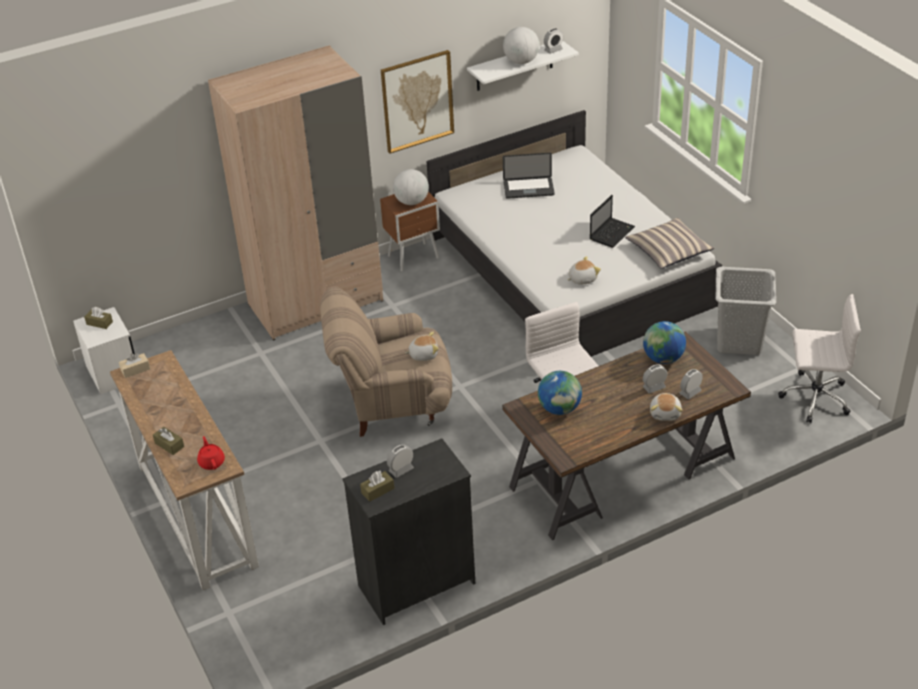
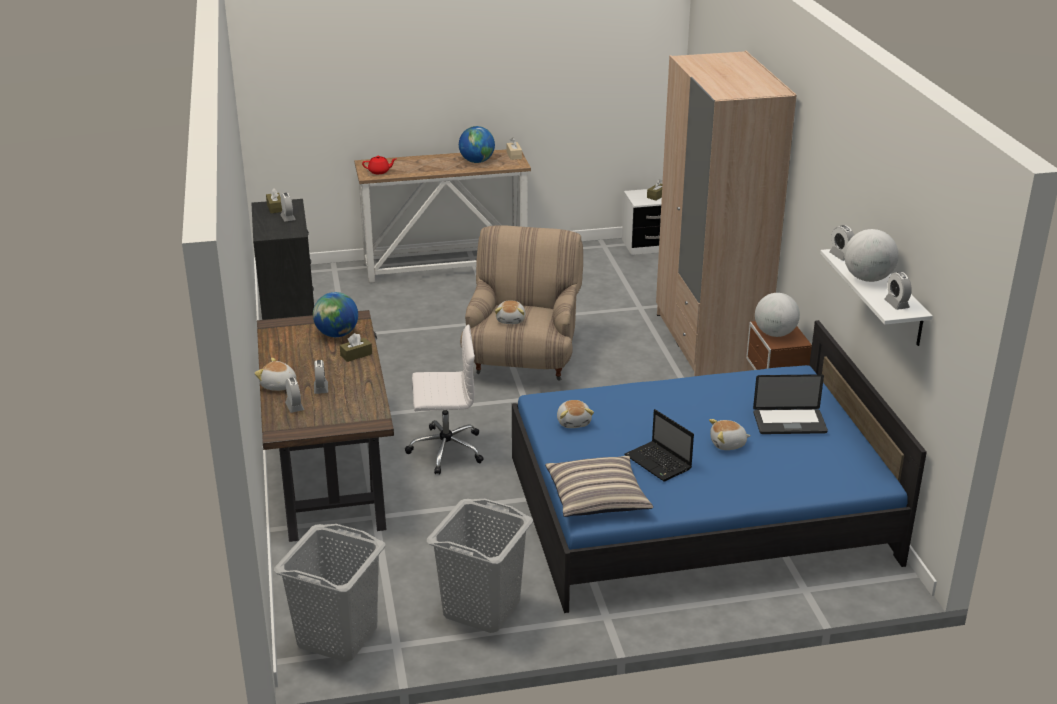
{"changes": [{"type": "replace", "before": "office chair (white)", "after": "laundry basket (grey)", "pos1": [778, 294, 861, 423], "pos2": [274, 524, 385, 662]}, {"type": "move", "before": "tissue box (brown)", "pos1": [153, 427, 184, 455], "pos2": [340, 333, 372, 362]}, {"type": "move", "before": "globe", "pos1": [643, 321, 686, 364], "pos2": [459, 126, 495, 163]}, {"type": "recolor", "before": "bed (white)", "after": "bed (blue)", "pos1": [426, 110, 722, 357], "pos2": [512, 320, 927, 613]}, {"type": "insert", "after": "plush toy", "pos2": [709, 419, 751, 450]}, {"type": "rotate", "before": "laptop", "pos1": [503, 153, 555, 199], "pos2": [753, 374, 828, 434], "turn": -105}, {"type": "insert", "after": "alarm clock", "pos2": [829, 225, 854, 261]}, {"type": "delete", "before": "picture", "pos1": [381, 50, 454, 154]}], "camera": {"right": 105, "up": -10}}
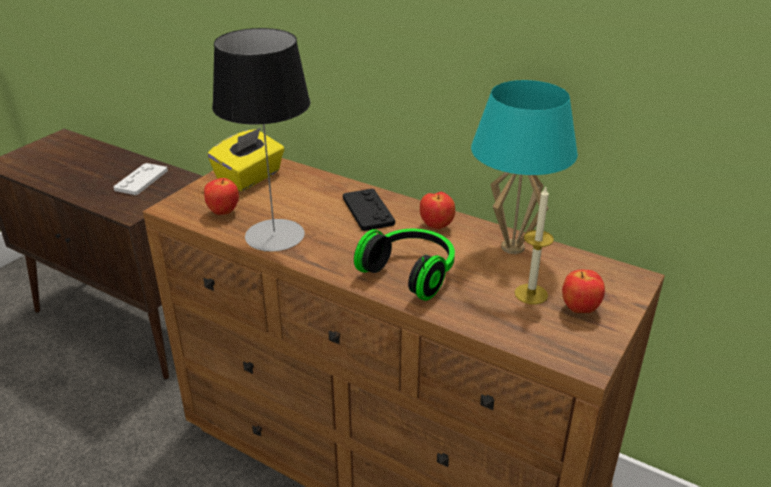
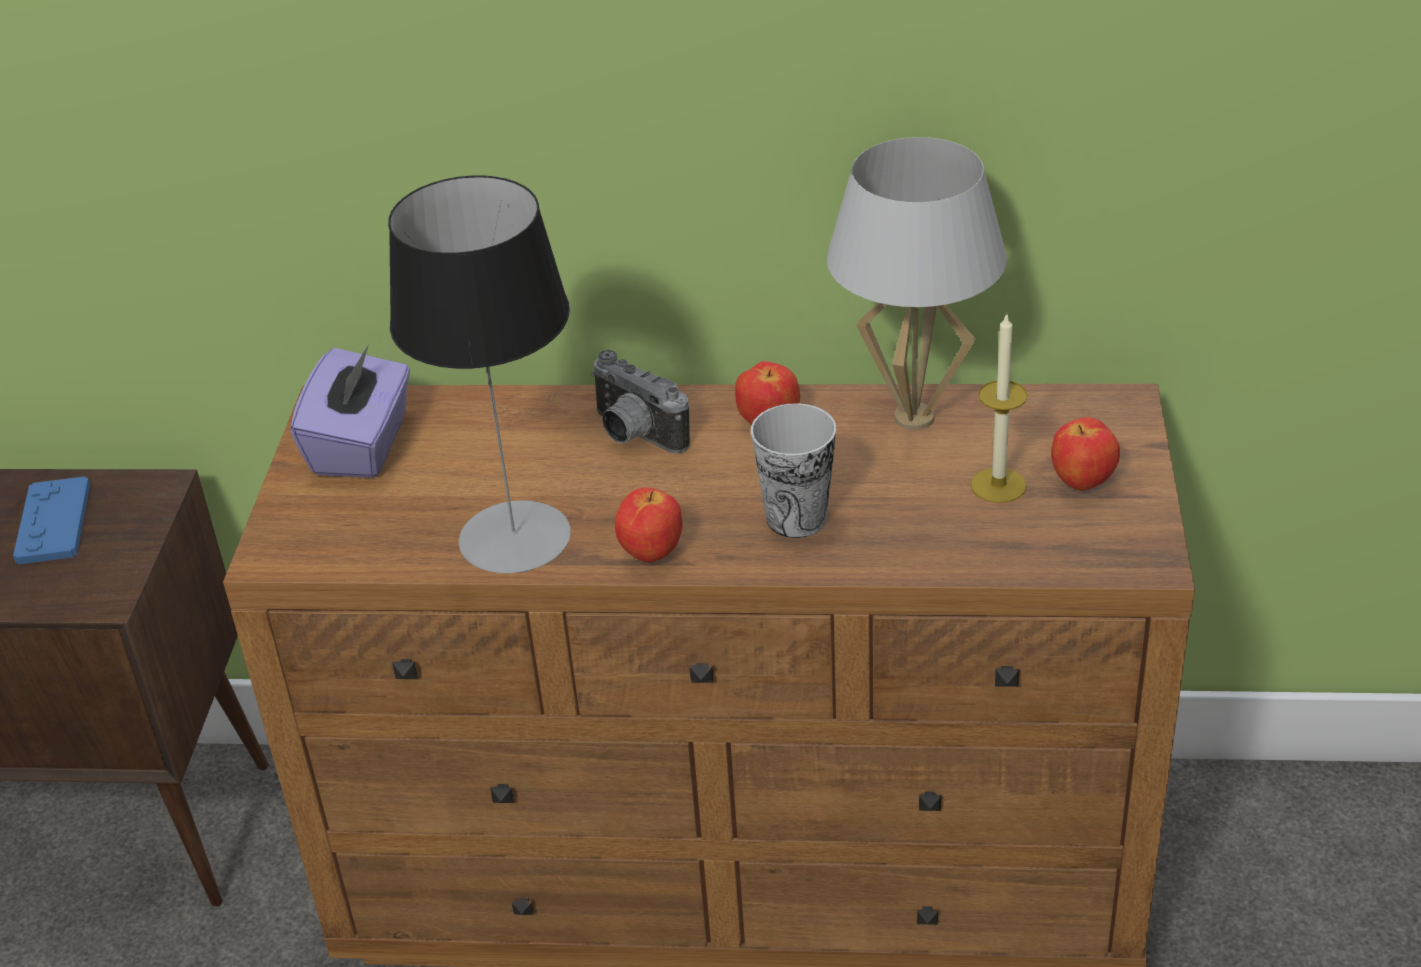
{"changes": [{"type": "recolor", "before": "game controller (white)", "after": "game controller (blue)", "pos1": [113, 163, 168, 195], "pos2": [13, 476, 90, 564]}, {"type": "recolor", "before": "tissue box (yellow)", "after": "tissue box (purple)", "pos1": [207, 127, 285, 191], "pos2": [290, 346, 410, 478]}, {"type": "replace", "before": "game controller (black)", "after": "photo camera", "pos1": [343, 189, 395, 231], "pos2": [591, 350, 690, 454]}, {"type": "move", "before": "apple", "pos1": [204, 178, 239, 215], "pos2": [615, 487, 682, 563]}, {"type": "replace", "before": "headphones", "after": "cup", "pos1": [354, 229, 455, 301], "pos2": [751, 403, 836, 538]}, {"type": "recolor", "before": "table lamp (turquoise)", "after": "table lamp (white)", "pos1": [471, 80, 578, 254], "pos2": [827, 137, 1007, 430]}], "camera": {"right": -25, "up": 5}}
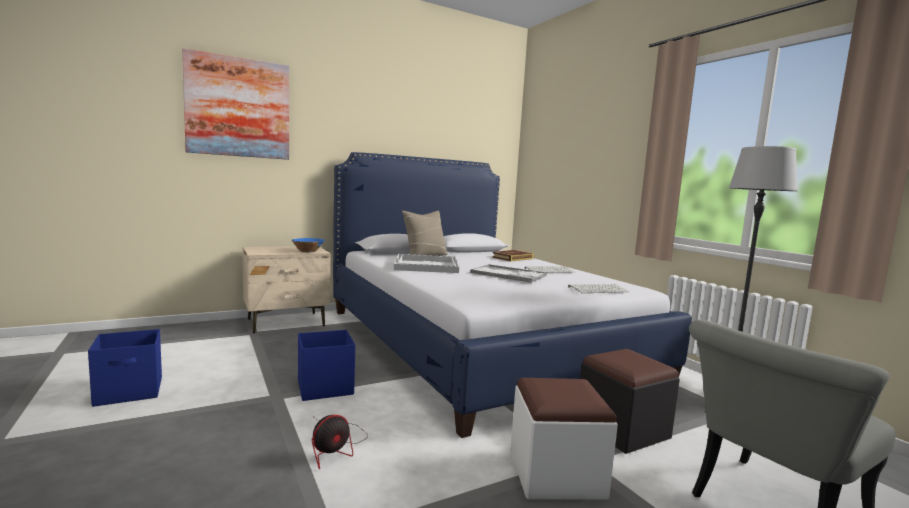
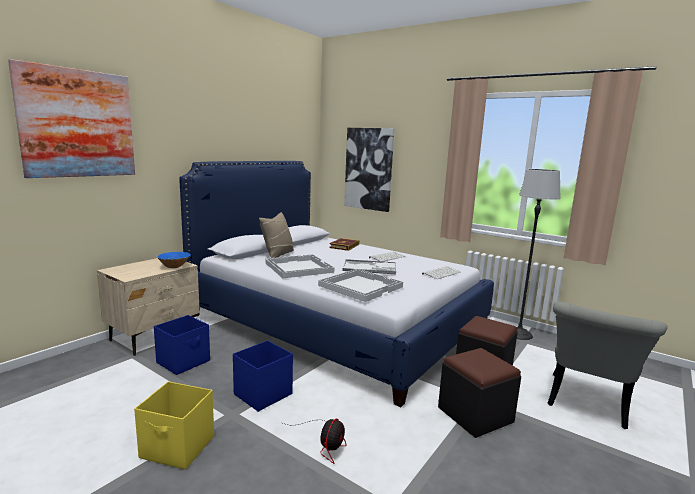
{"changes": [{"type": "insert", "after": "storage box (yellow)", "pos2": [134, 381, 214, 469]}, {"type": "move", "before": "storage box (blue)", "pos1": [88, 329, 162, 407], "pos2": [154, 315, 210, 375]}, {"type": "insert", "after": "tray (white)", "pos2": [318, 269, 403, 302]}, {"type": "insert", "after": "picture", "pos2": [344, 128, 394, 212]}, {"type": "recolor", "before": "ottoman (white)", "after": "ottoman (black)", "pos1": [510, 378, 618, 500], "pos2": [438, 348, 521, 438]}], "camera": {"right": -25, "up": 5}}
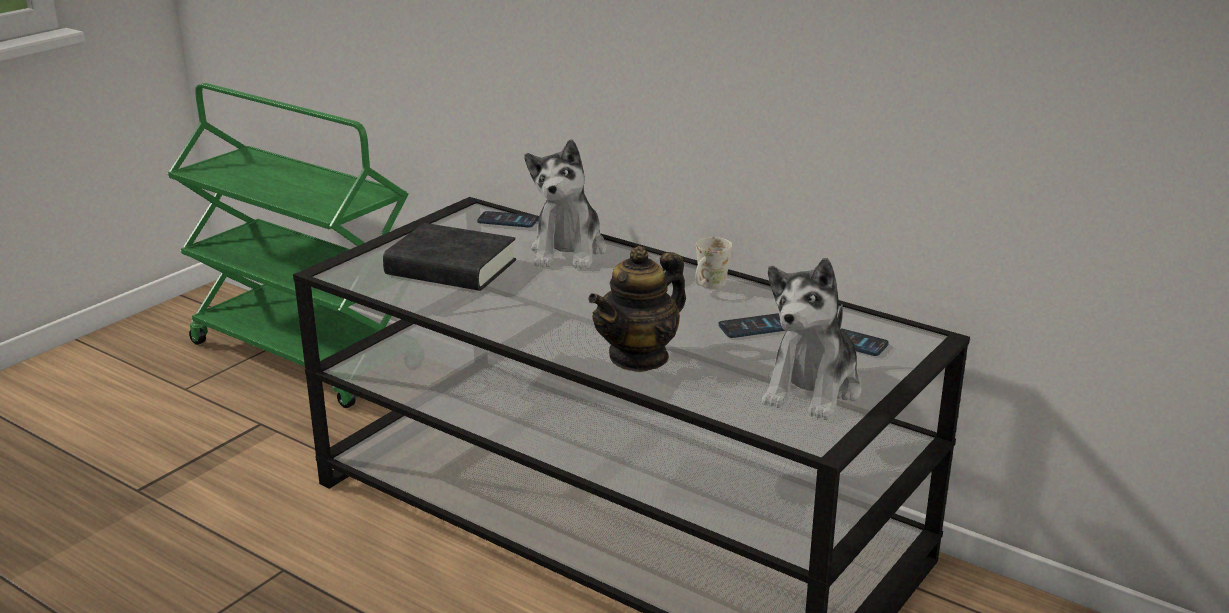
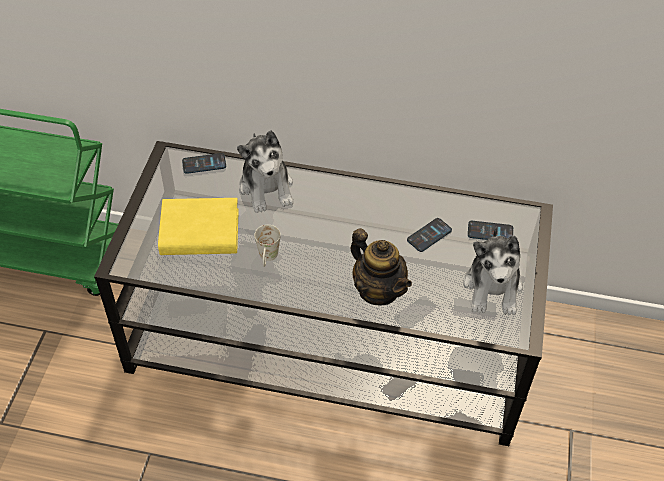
{"changes": [{"type": "recolor", "before": "book (black)", "after": "book (yellow)", "pos1": [383, 223, 516, 291], "pos2": [158, 198, 239, 255]}, {"type": "move", "before": "mug (white)", "pos1": [695, 237, 732, 289], "pos2": [254, 225, 281, 267]}, {"type": "rotate", "before": "teapot", "pos1": [588, 246, 686, 372], "pos2": [351, 228, 412, 306], "turn": -60}], "camera": {"right": -25, "up": 25}}
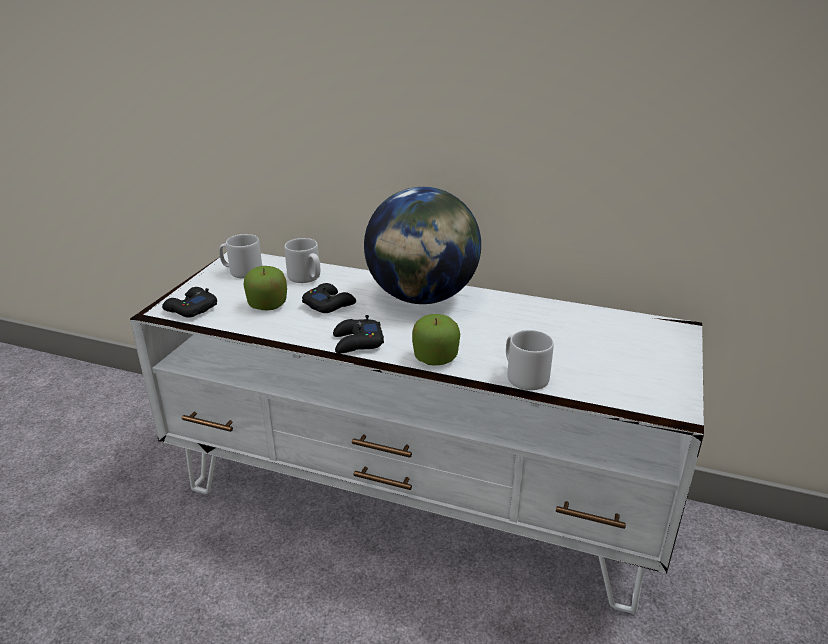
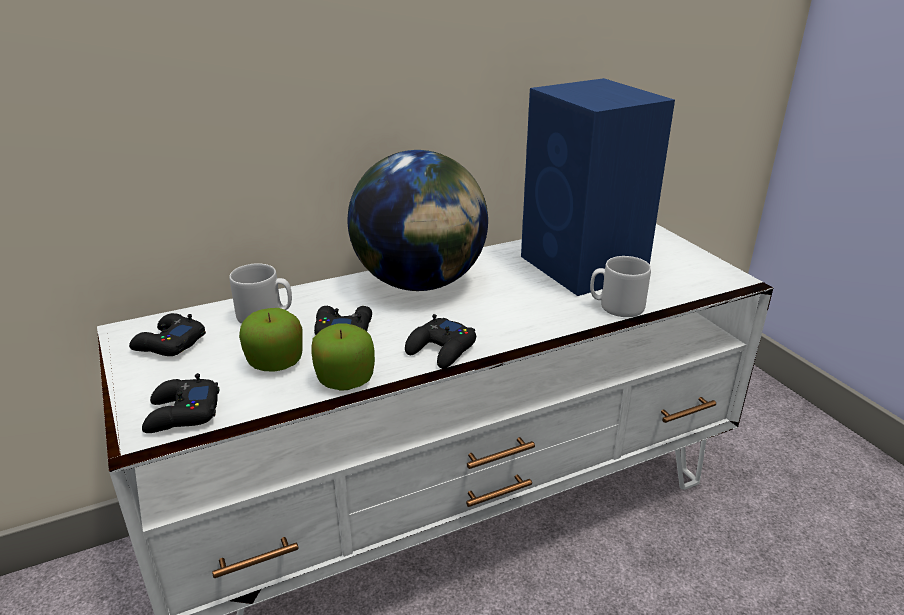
{"changes": [{"type": "replace", "before": "mug (grey)", "after": "game controller (black)", "pos1": [219, 234, 262, 279], "pos2": [129, 313, 206, 356]}, {"type": "move", "before": "apple", "pos1": [412, 314, 460, 366], "pos2": [311, 324, 375, 391]}, {"type": "insert", "after": "speaker (blue)", "pos2": [521, 78, 675, 296]}], "camera": {"right": -45, "up": 0}}
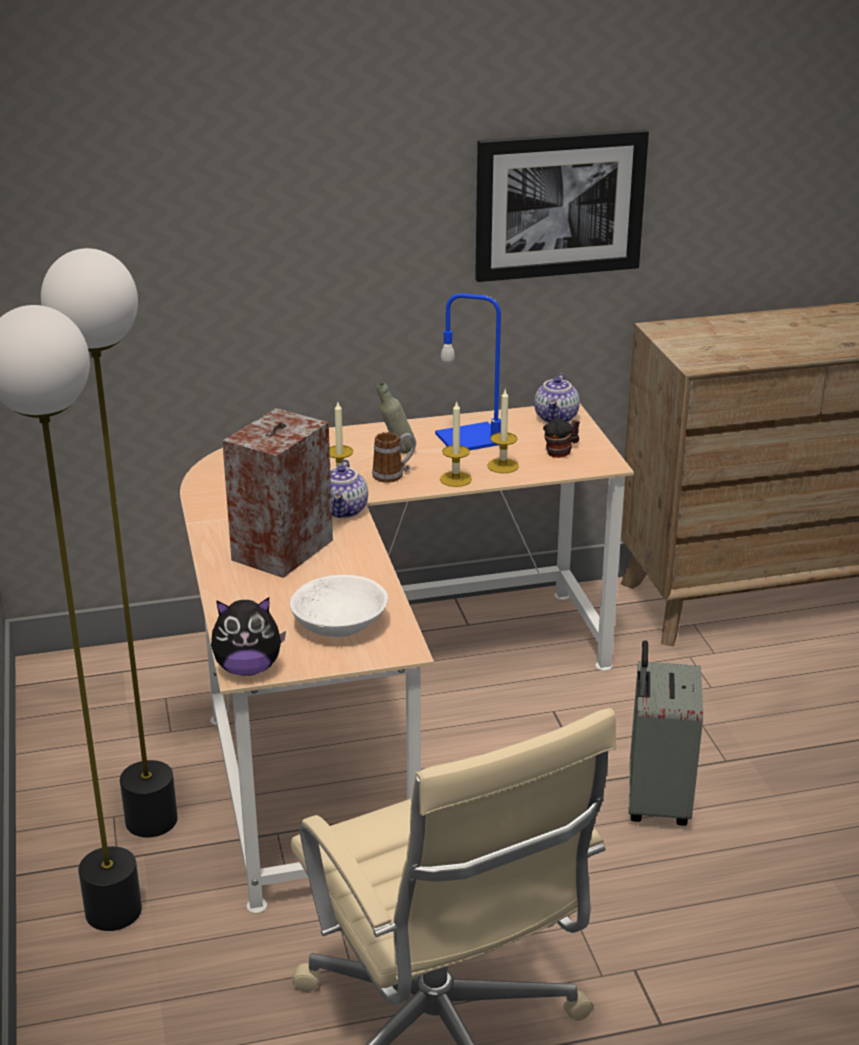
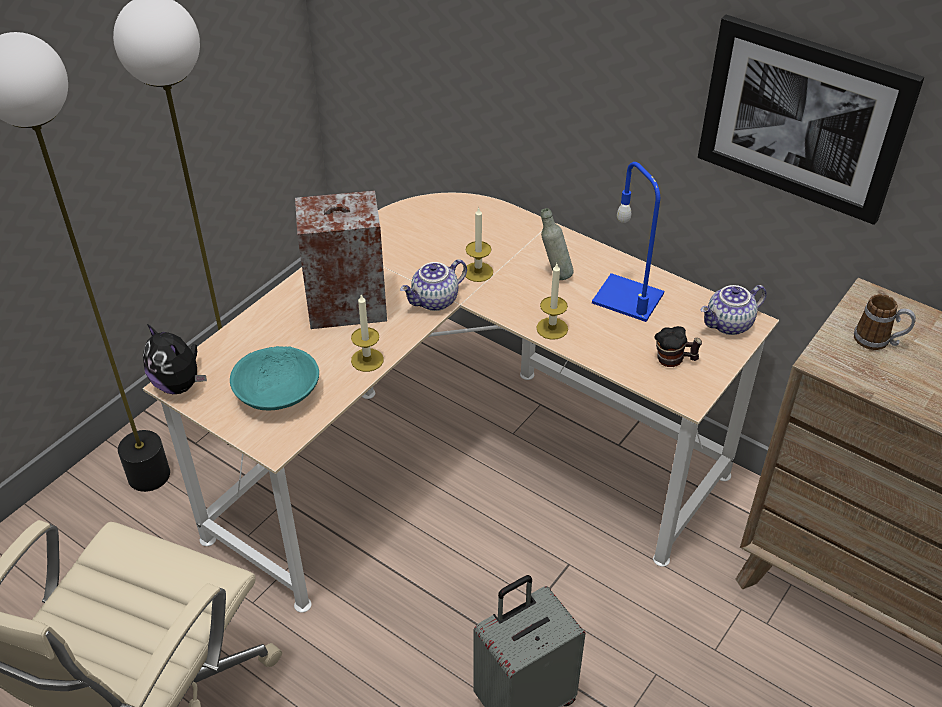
{"changes": [{"type": "recolor", "before": "bowl (white)", "after": "bowl (turquoise)", "pos1": [289, 575, 388, 637], "pos2": [230, 346, 319, 410]}, {"type": "move", "before": "candle", "pos1": [487, 390, 519, 473], "pos2": [351, 294, 384, 372]}, {"type": "move", "before": "mug", "pos1": [372, 432, 416, 483], "pos2": [854, 294, 916, 350]}], "camera": {"right": 50, "up": 15}}
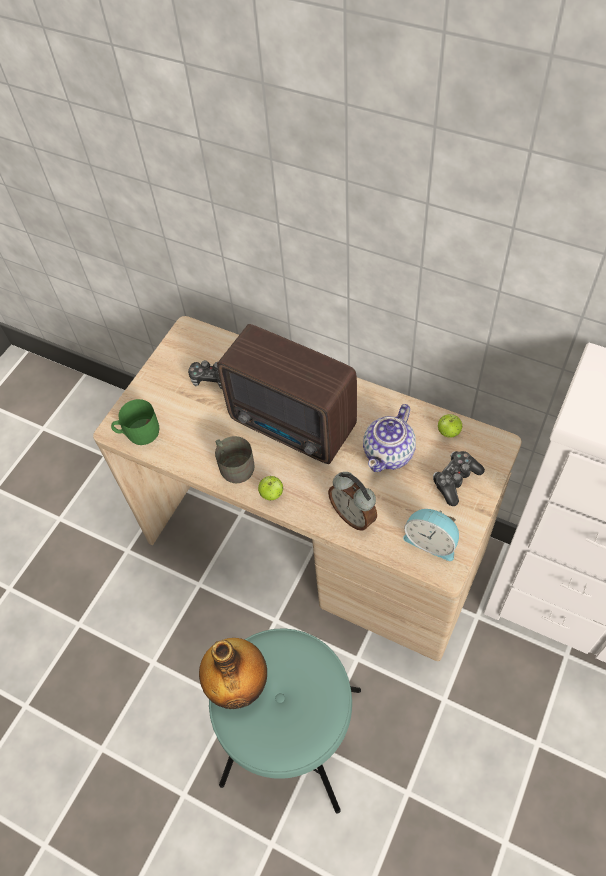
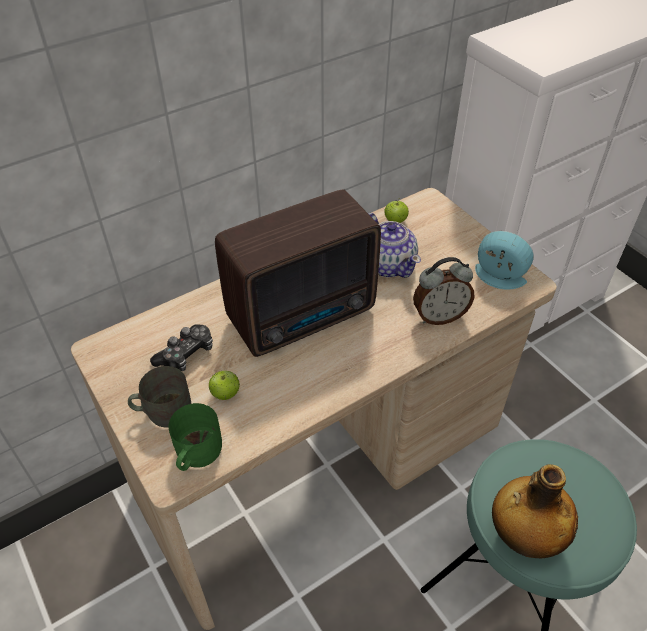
{"changes": [{"type": "move", "before": "mug (grey)", "pos1": [215, 436, 254, 483], "pos2": [128, 366, 191, 428]}, {"type": "move", "before": "apple", "pos1": [258, 476, 283, 500], "pos2": [209, 370, 240, 400]}, {"type": "rotate", "before": "alarm clock", "pos1": [403, 509, 459, 561], "pos2": [475, 231, 534, 290], "turn": -120}, {"type": "delete", "before": "game controller", "pos1": [433, 451, 485, 506]}], "camera": {"right": -65, "up": -10}}
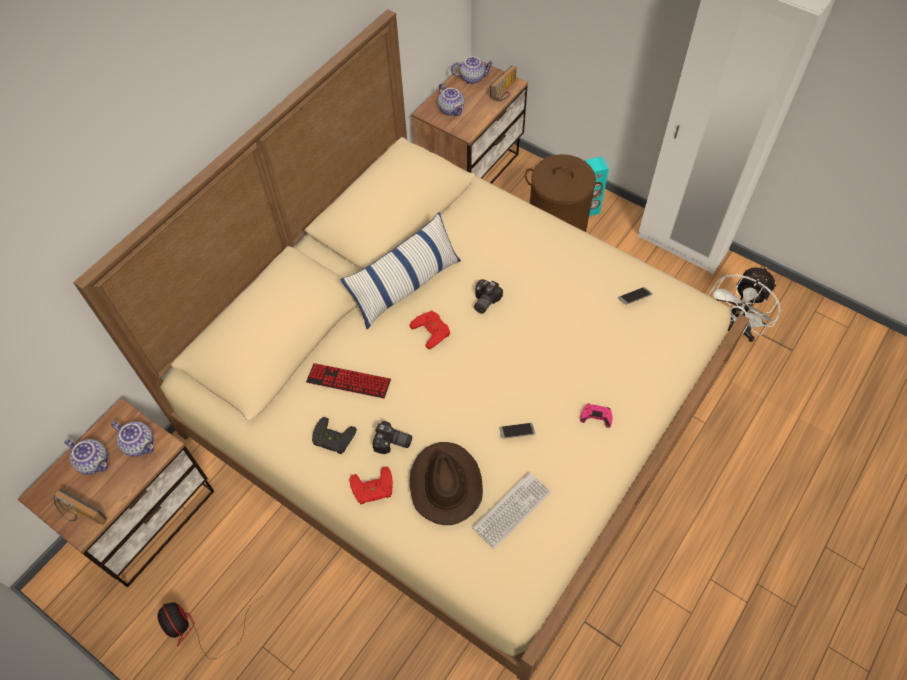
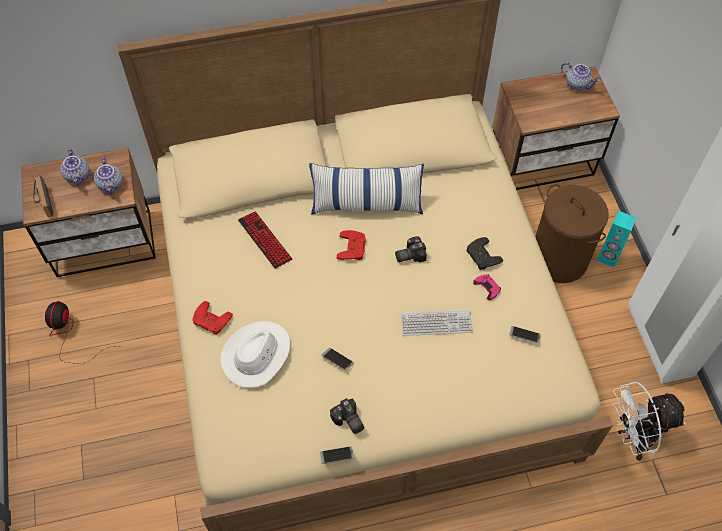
{"changes": [{"type": "recolor", "before": "hat (brown)", "after": "hat (white)", "pos1": [410, 442, 483, 525], "pos2": [220, 321, 291, 388]}, {"type": "insert", "after": "phone", "pos2": [320, 446, 354, 464]}, {"type": "move", "before": "photo camera", "pos1": [372, 421, 412, 454], "pos2": [330, 398, 364, 434]}, {"type": "move", "before": "keyboard", "pos1": [473, 472, 551, 549], "pos2": [401, 309, 473, 336]}, {"type": "move", "before": "game controller (black)", "pos1": [312, 417, 357, 454], "pos2": [466, 237, 503, 270]}, {"type": "move", "before": "game controller (pink)", "pos1": [580, 404, 613, 428], "pos2": [473, 274, 501, 300]}, {"type": "delete", "before": "teapot", "pos1": [438, 83, 464, 116]}, {"type": "delete", "before": "radio", "pos1": [490, 65, 517, 101]}], "camera": {"right": 40, "up": 0}}
